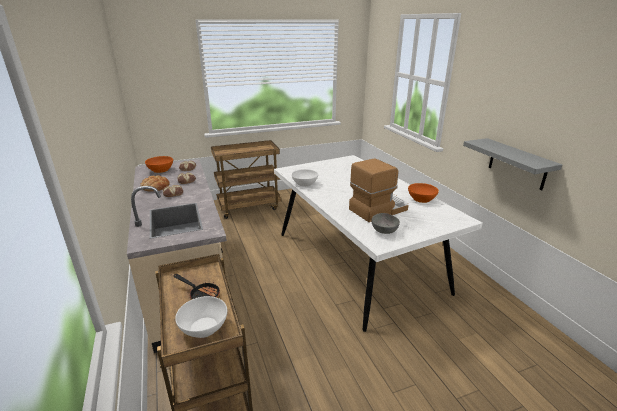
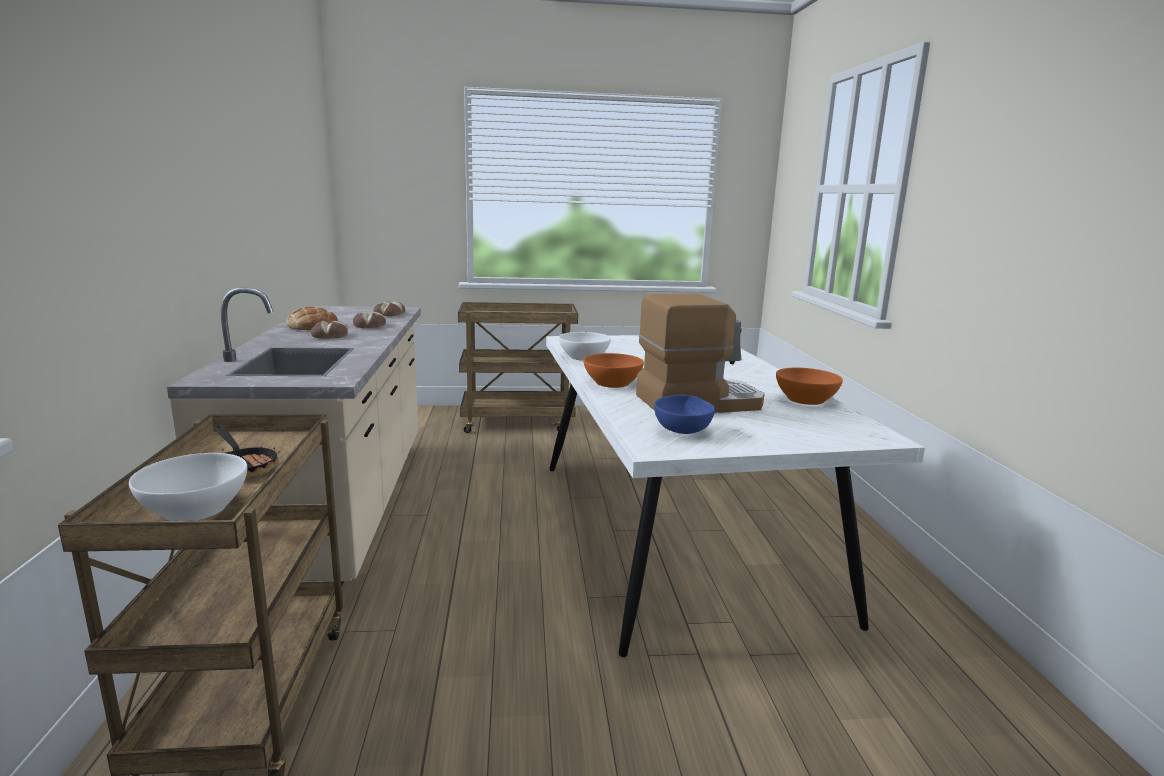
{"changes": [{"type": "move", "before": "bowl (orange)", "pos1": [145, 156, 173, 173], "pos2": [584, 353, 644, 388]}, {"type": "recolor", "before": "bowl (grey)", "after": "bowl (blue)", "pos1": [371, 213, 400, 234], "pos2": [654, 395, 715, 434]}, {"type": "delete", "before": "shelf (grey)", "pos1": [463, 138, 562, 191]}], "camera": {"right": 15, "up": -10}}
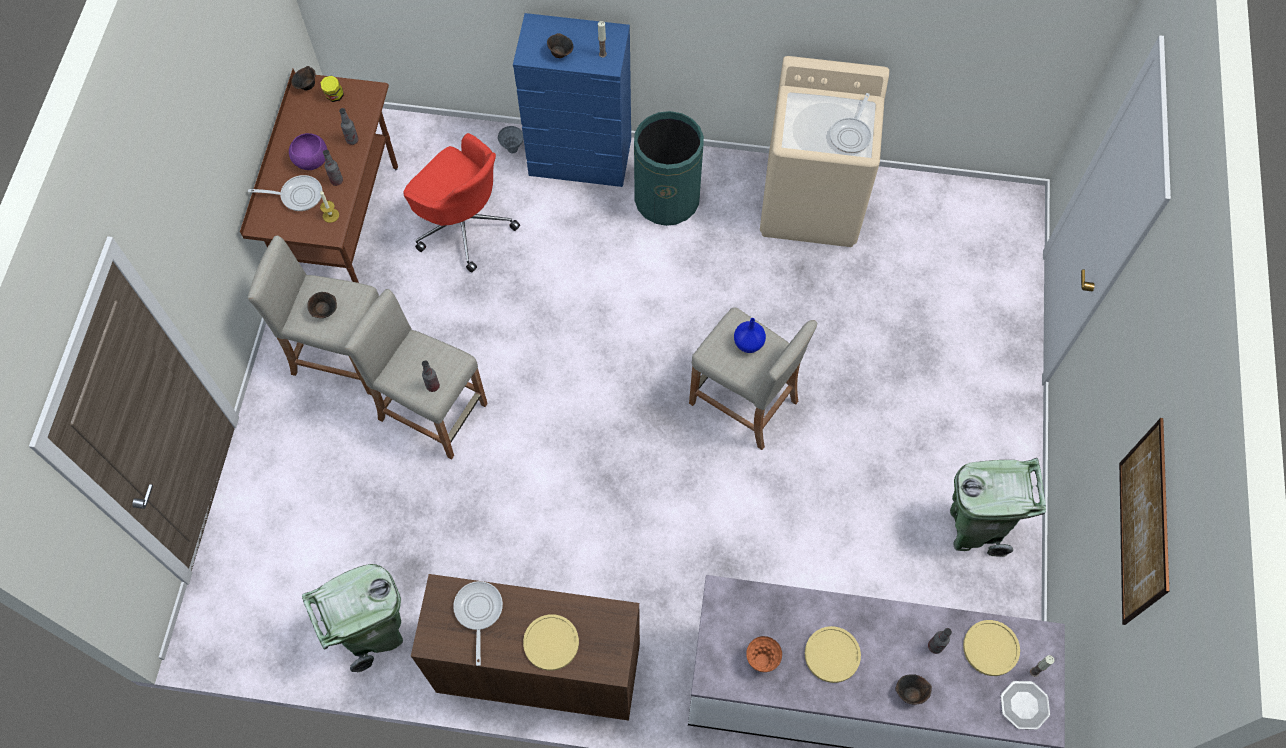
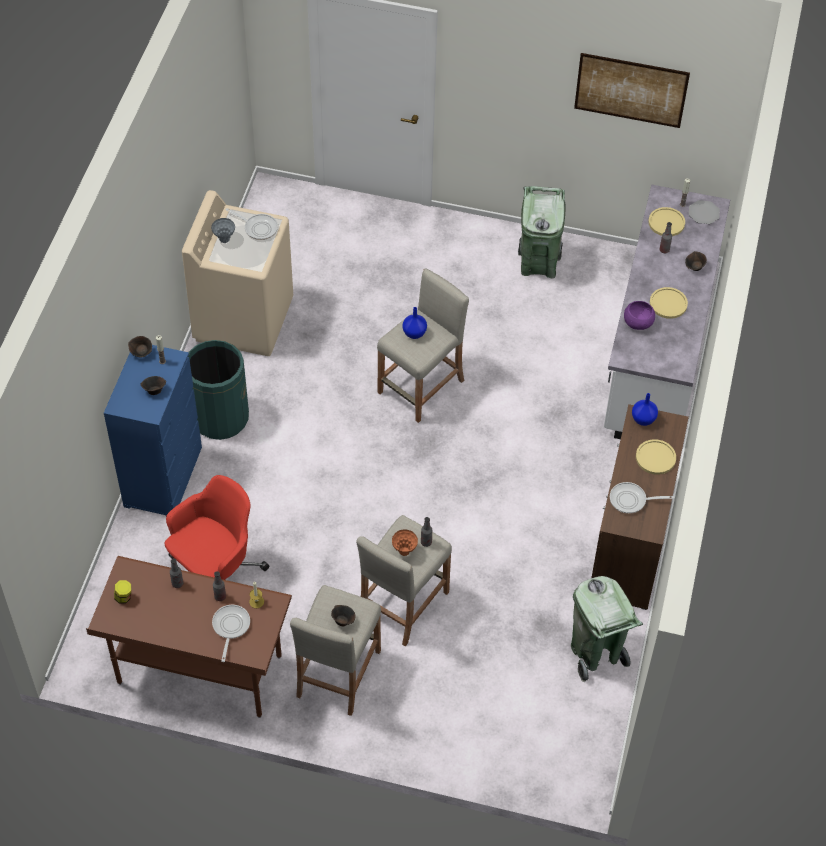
{"changes": [{"type": "move", "before": "bowl (brown)", "pos1": [291, 66, 316, 90], "pos2": [128, 336, 152, 358]}, {"type": "move", "before": "vase (grey)", "pos1": [498, 126, 523, 154], "pos2": [211, 218, 235, 243]}, {"type": "move", "before": "vase (orange)", "pos1": [746, 636, 782, 672], "pos2": [392, 529, 418, 556]}, {"type": "move", "before": "bowl (purple)", "pos1": [289, 133, 327, 170], "pos2": [624, 301, 655, 330]}, {"type": "insert", "after": "vase (blue)", "pos2": [632, 393, 658, 426]}], "camera": {"right": -85, "up": -10}}
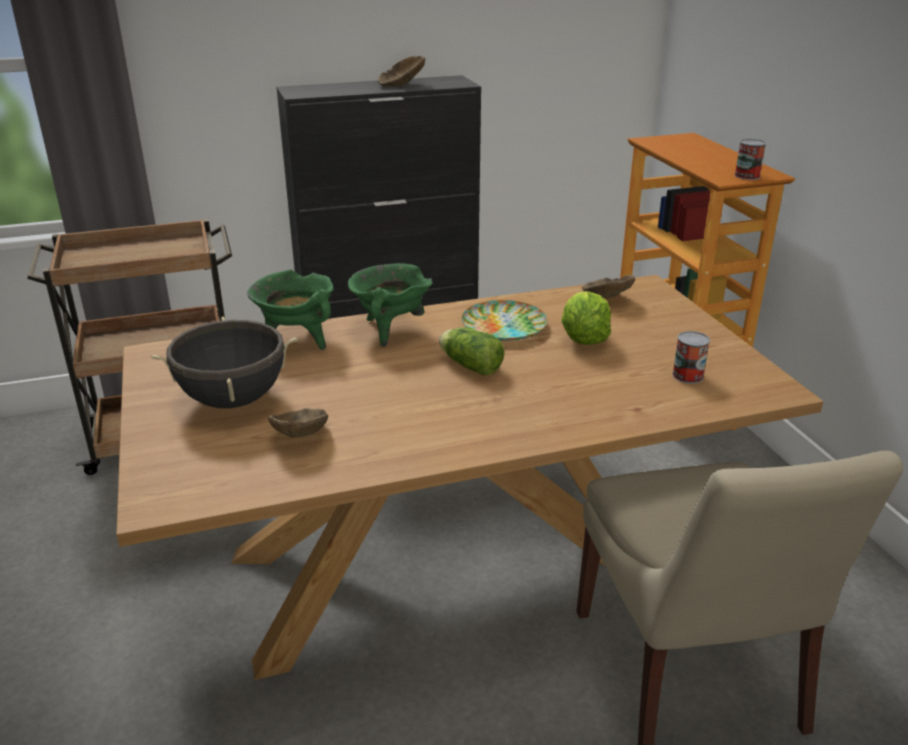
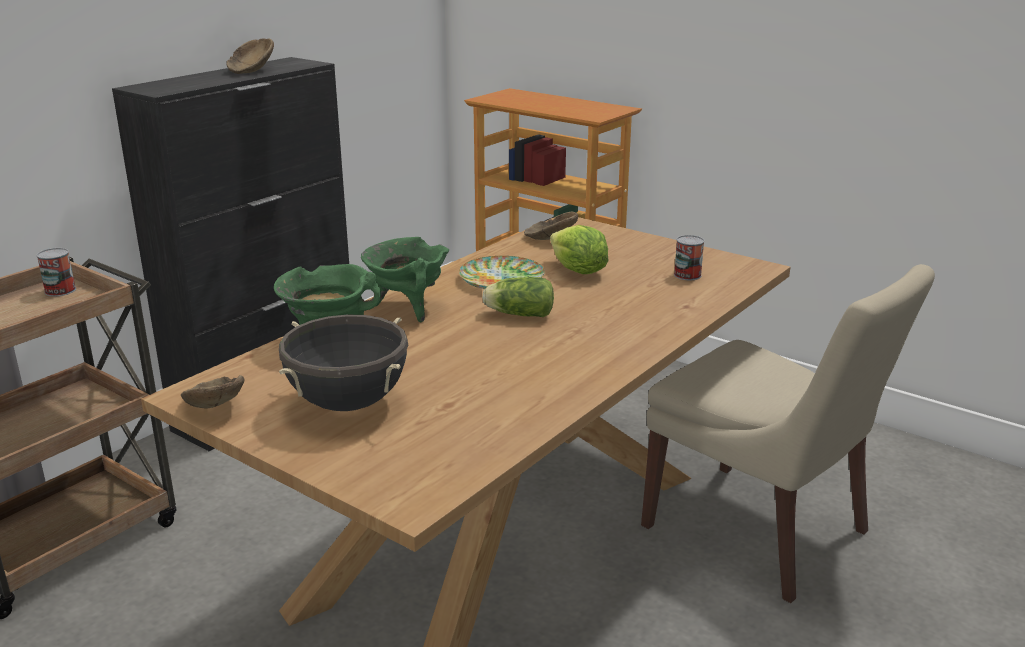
{"changes": [{"type": "move", "before": "can", "pos1": [735, 139, 766, 180], "pos2": [37, 248, 76, 296]}, {"type": "move", "before": "bowl (brown)", "pos1": [268, 408, 328, 437], "pos2": [181, 375, 244, 408]}], "camera": {"right": -35, "up": -5}}
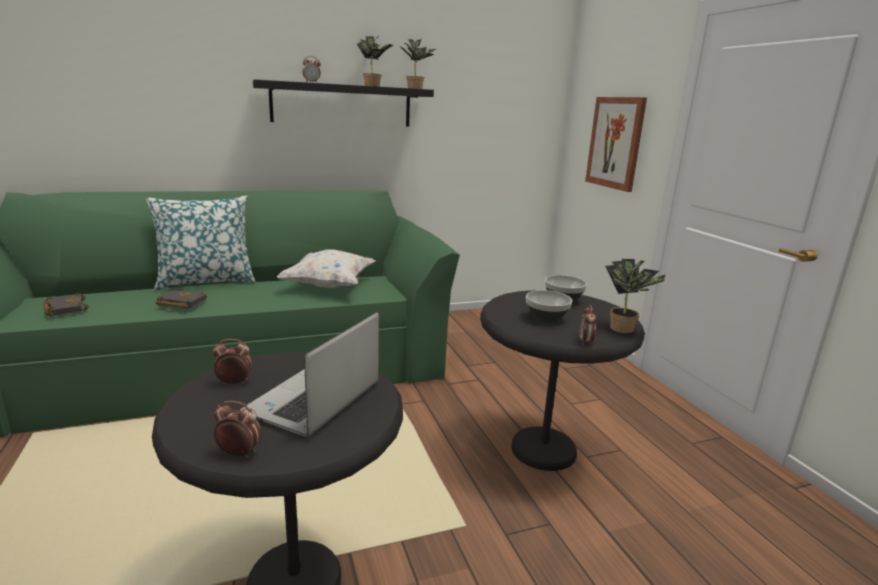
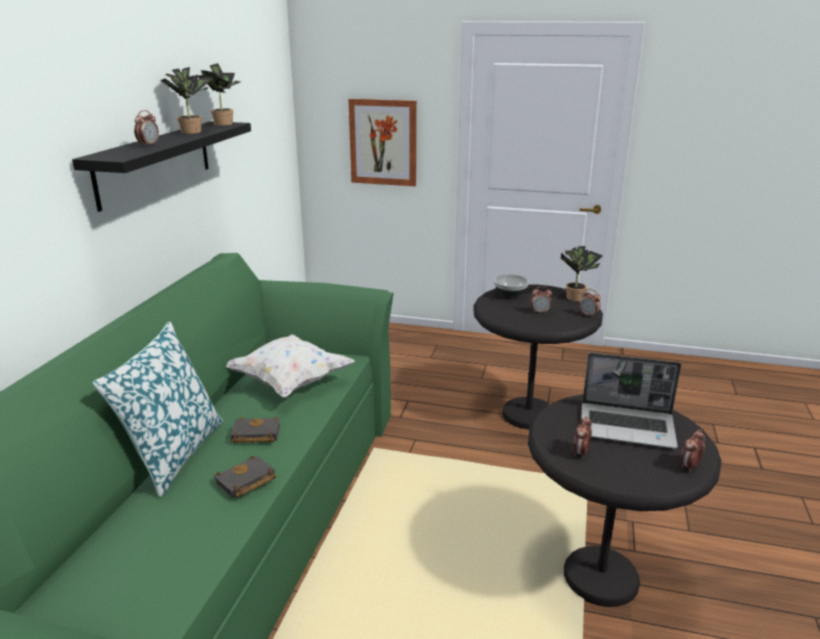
{"changes": [{"type": "move", "before": "book (black)", "pos1": [43, 293, 89, 317], "pos2": [230, 416, 281, 443]}, {"type": "replace", "before": "bowl", "after": "alarm clock", "pos1": [526, 290, 572, 323], "pos2": [531, 287, 552, 314]}, {"type": "rotate", "before": "laptop", "pos1": [241, 312, 379, 437], "pos2": [581, 353, 681, 449], "turn": -45}], "camera": {"right": -55, "up": 5}}
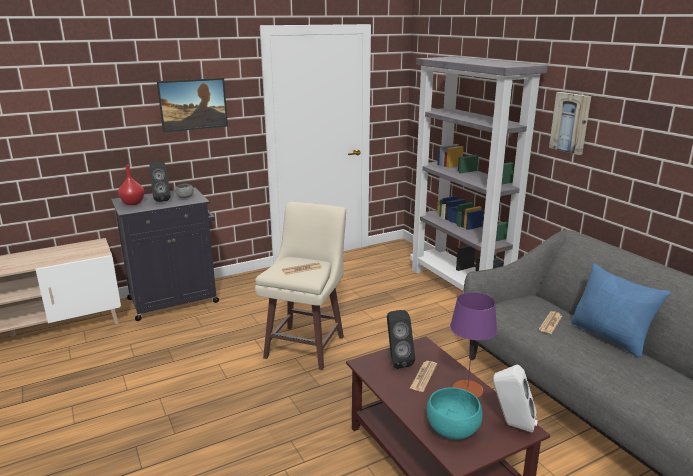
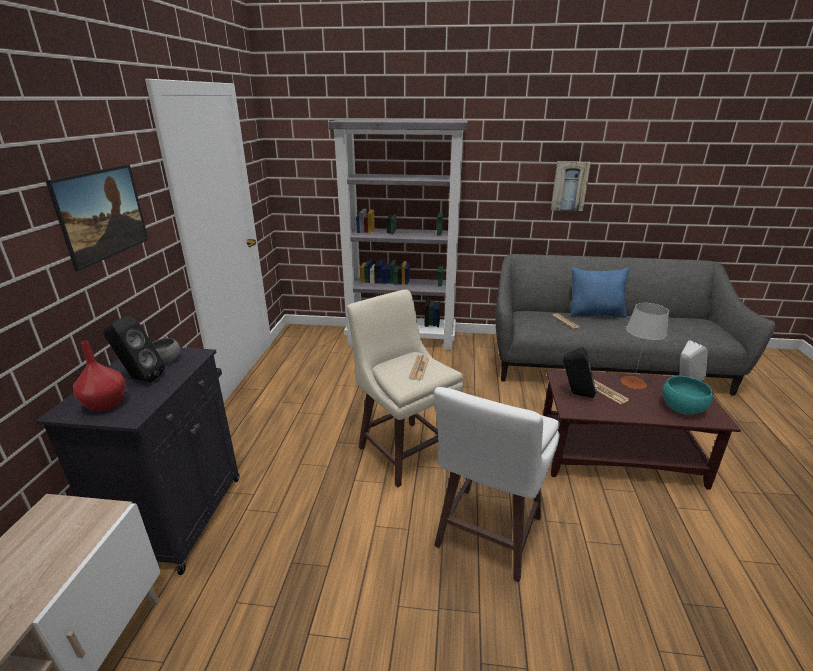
{"changes": [{"type": "insert", "after": "stool (white)", "pos2": [434, 387, 560, 582]}, {"type": "move", "before": "picture", "pos1": [549, 92, 591, 155], "pos2": [551, 161, 591, 211]}, {"type": "recolor", "before": "table lamp (purple)", "after": "table lamp (grey)", "pos1": [450, 292, 497, 398], "pos2": [620, 303, 669, 389]}], "camera": {"right": -55, "up": 5}}
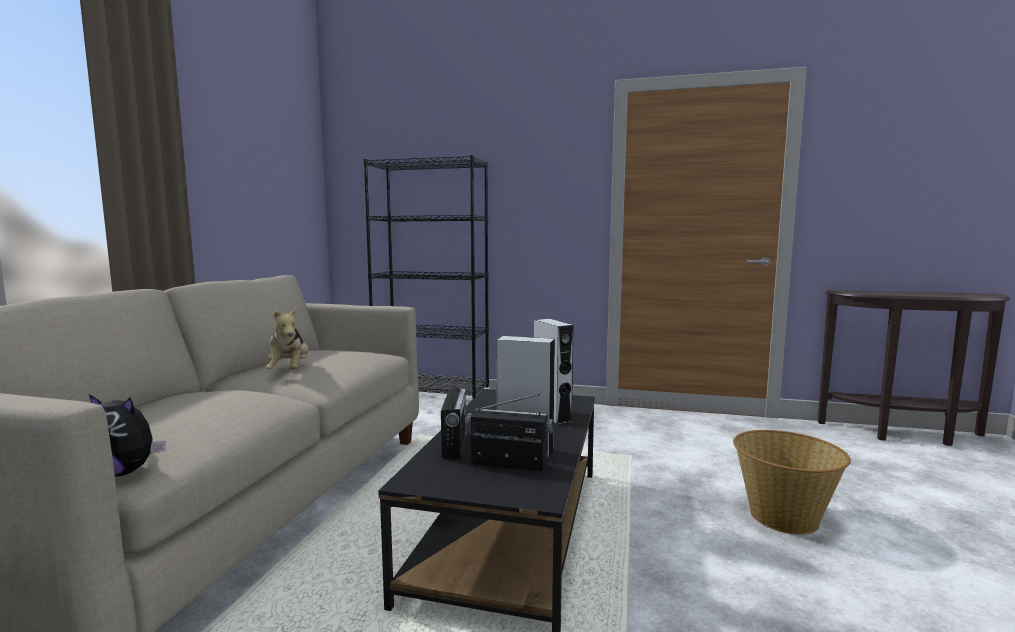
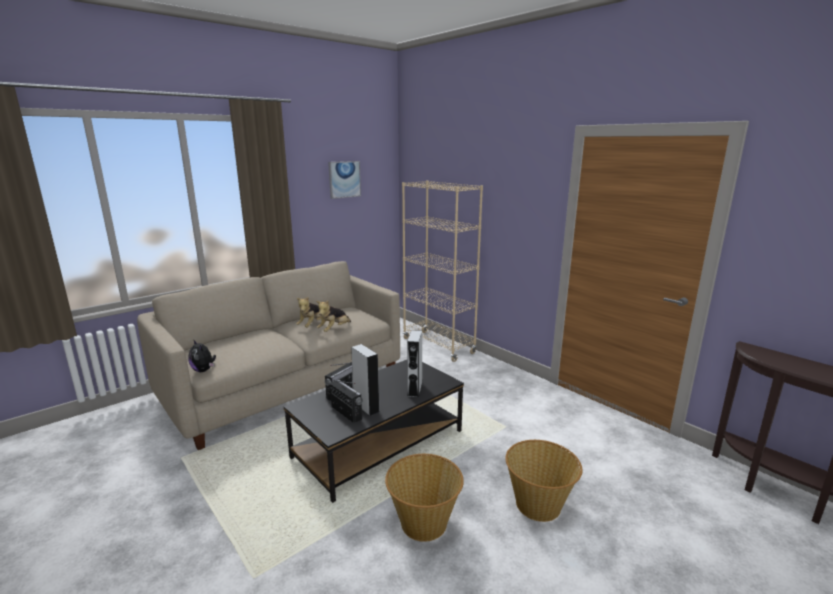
{"changes": [{"type": "insert", "after": "plush toy", "pos2": [316, 300, 351, 332]}, {"type": "insert", "after": "picture", "pos2": [328, 161, 361, 199]}, {"type": "insert", "after": "basket", "pos2": [385, 454, 464, 542]}, {"type": "recolor", "before": "bookcase (black)", "after": "bookcase (beige)", "pos1": [363, 155, 490, 398], "pos2": [402, 180, 483, 362]}], "camera": {"right": 35, "up": 10}}
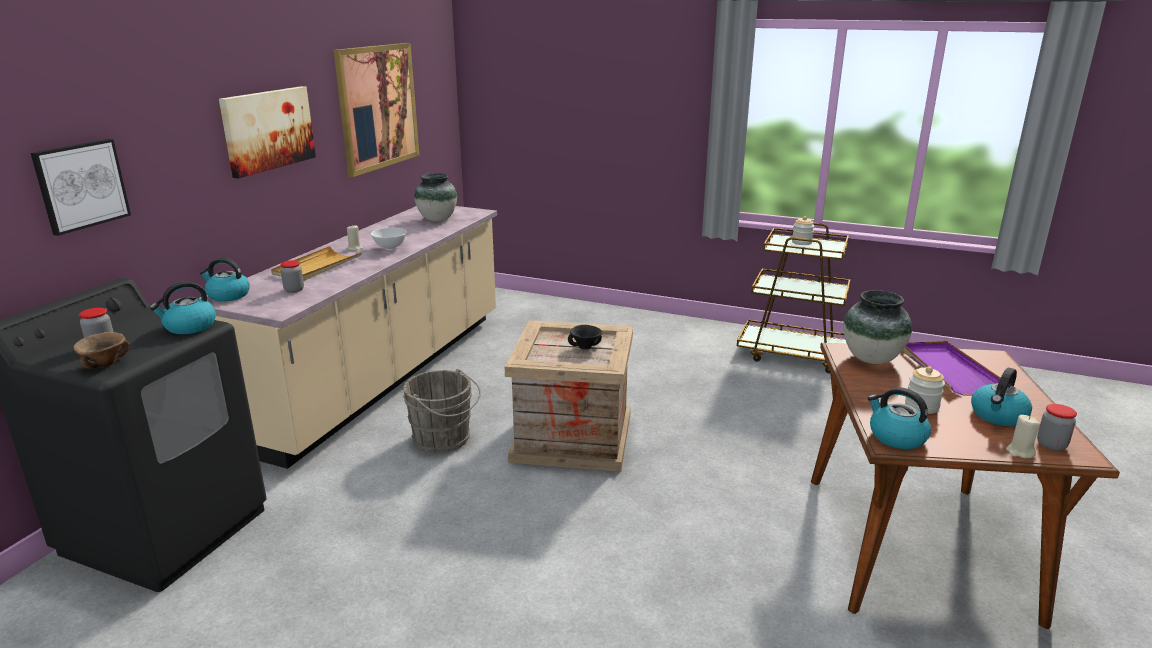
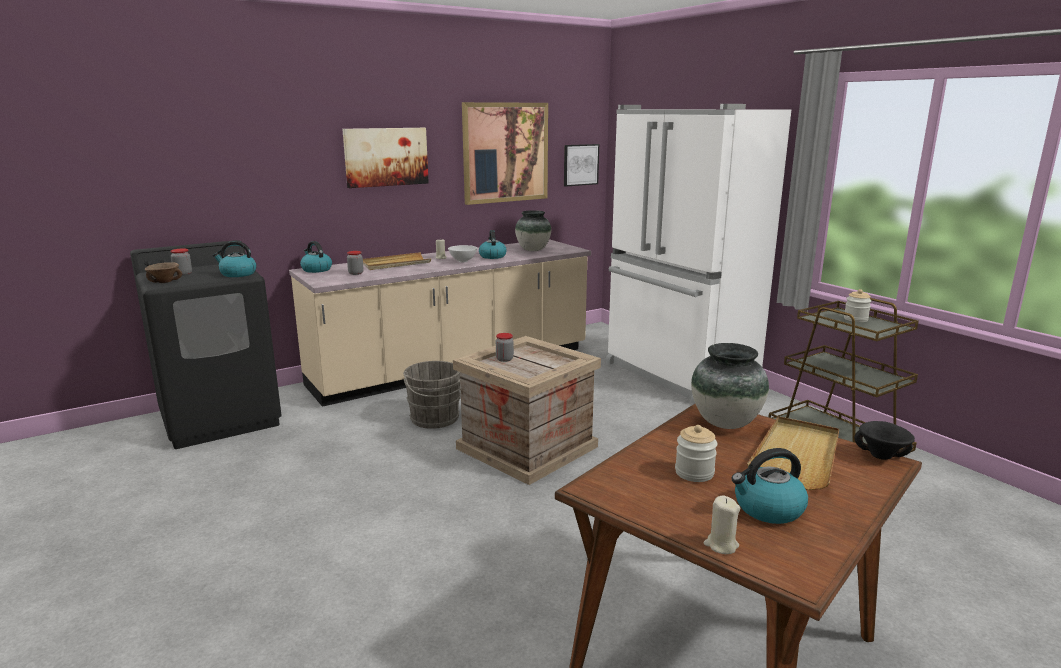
{"changes": [{"type": "move", "before": "kettle", "pos1": [868, 387, 931, 449], "pos2": [479, 230, 507, 259]}, {"type": "move", "before": "jar", "pos1": [1037, 404, 1077, 451], "pos2": [496, 333, 514, 362]}, {"type": "move", "before": "picture", "pos1": [30, 139, 131, 236], "pos2": [564, 144, 599, 187]}, {"type": "insert", "after": "fridge (white)", "pos2": [606, 104, 792, 404]}, {"type": "recolor", "before": "tray (purple)", "after": "tray (beige)", "pos1": [902, 341, 1001, 395], "pos2": [747, 416, 839, 490]}, {"type": "move", "before": "bowl (black)", "pos1": [568, 325, 602, 350], "pos2": [854, 421, 915, 460]}], "camera": {"right": 35, "up": -5}}
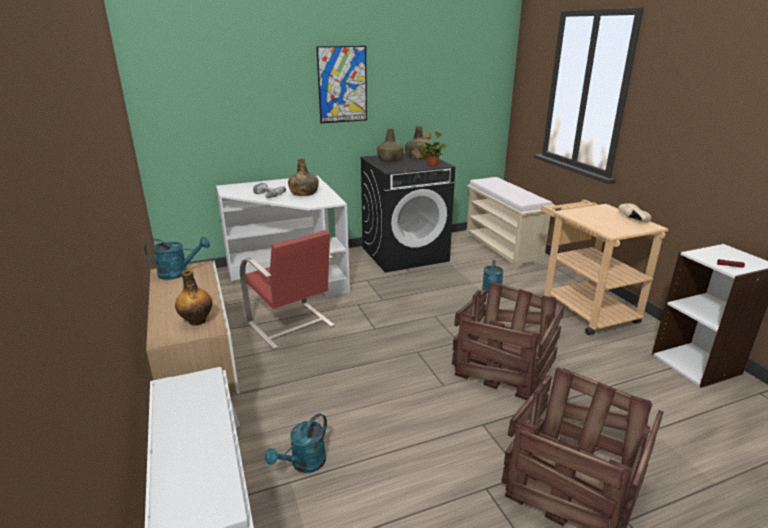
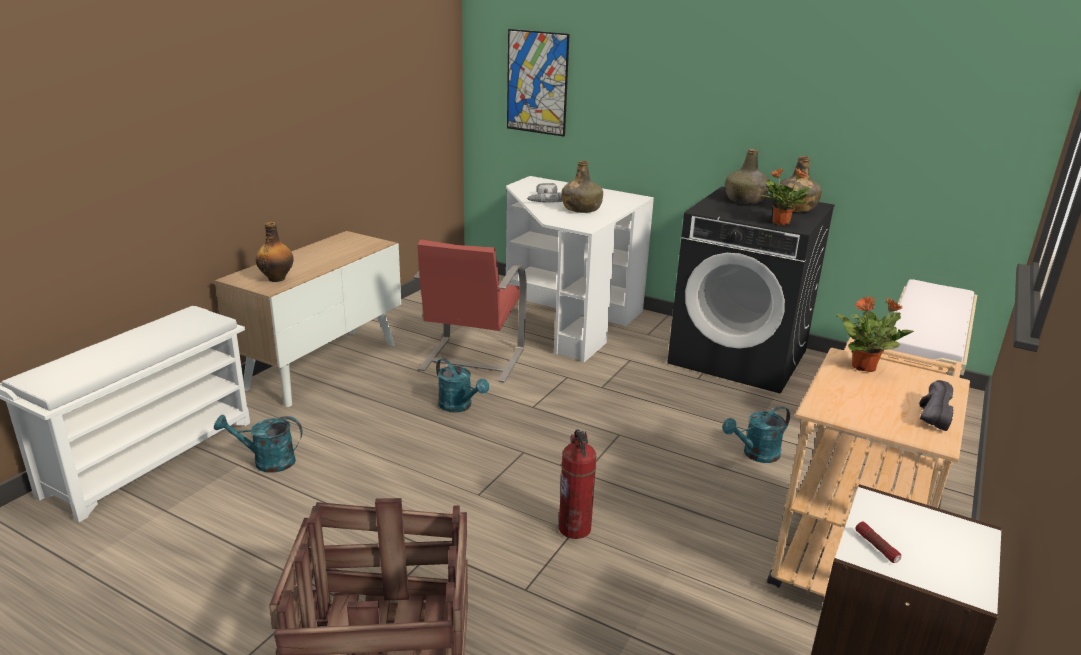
{"changes": [{"type": "move", "before": "watering can (turquoise)", "pos1": [144, 237, 210, 280], "pos2": [436, 358, 489, 413]}, {"type": "move", "before": "picture", "pos1": [316, 46, 367, 123], "pos2": [507, 29, 570, 137]}, {"type": "replace", "before": "crate", "after": "fire extinguisher", "pos1": [452, 282, 565, 400], "pos2": [559, 429, 596, 539]}, {"type": "insert", "after": "potted plant", "pos2": [836, 296, 914, 372]}, {"type": "recolor", "before": "shoe (beige)", "after": "shoe (black)", "pos1": [618, 203, 651, 223], "pos2": [919, 380, 953, 431]}], "camera": {"right": 50, "up": 0}}
